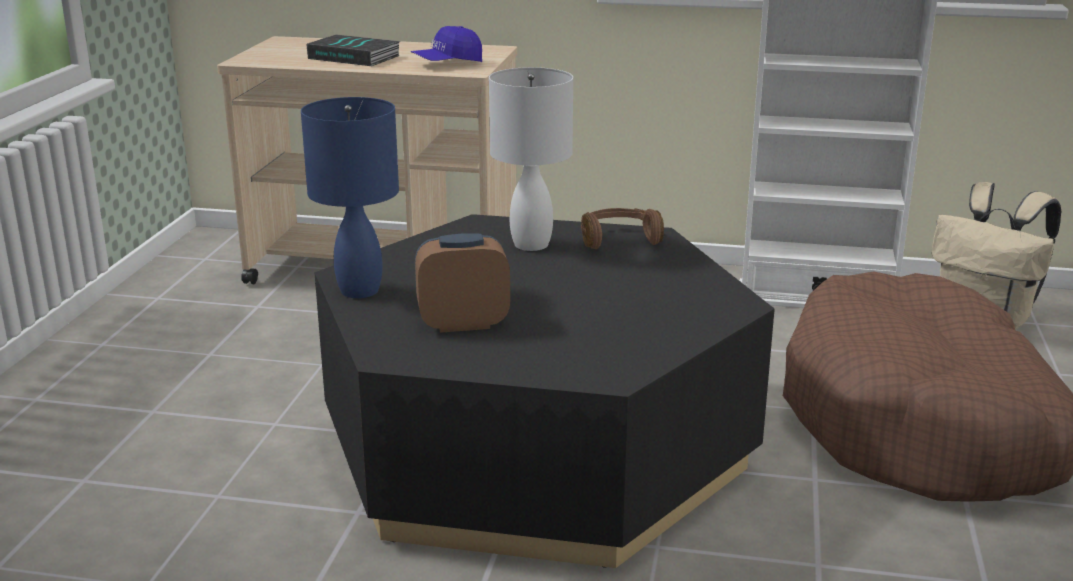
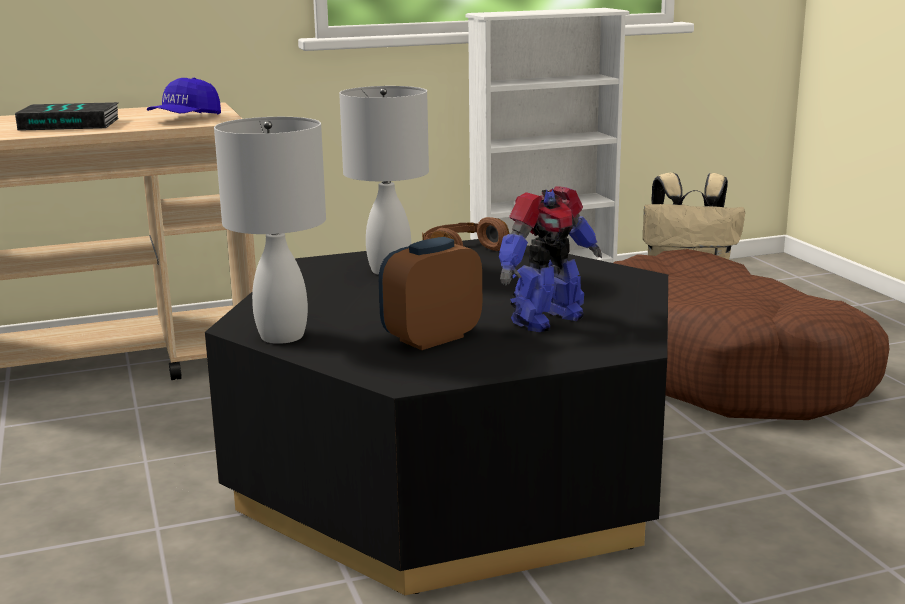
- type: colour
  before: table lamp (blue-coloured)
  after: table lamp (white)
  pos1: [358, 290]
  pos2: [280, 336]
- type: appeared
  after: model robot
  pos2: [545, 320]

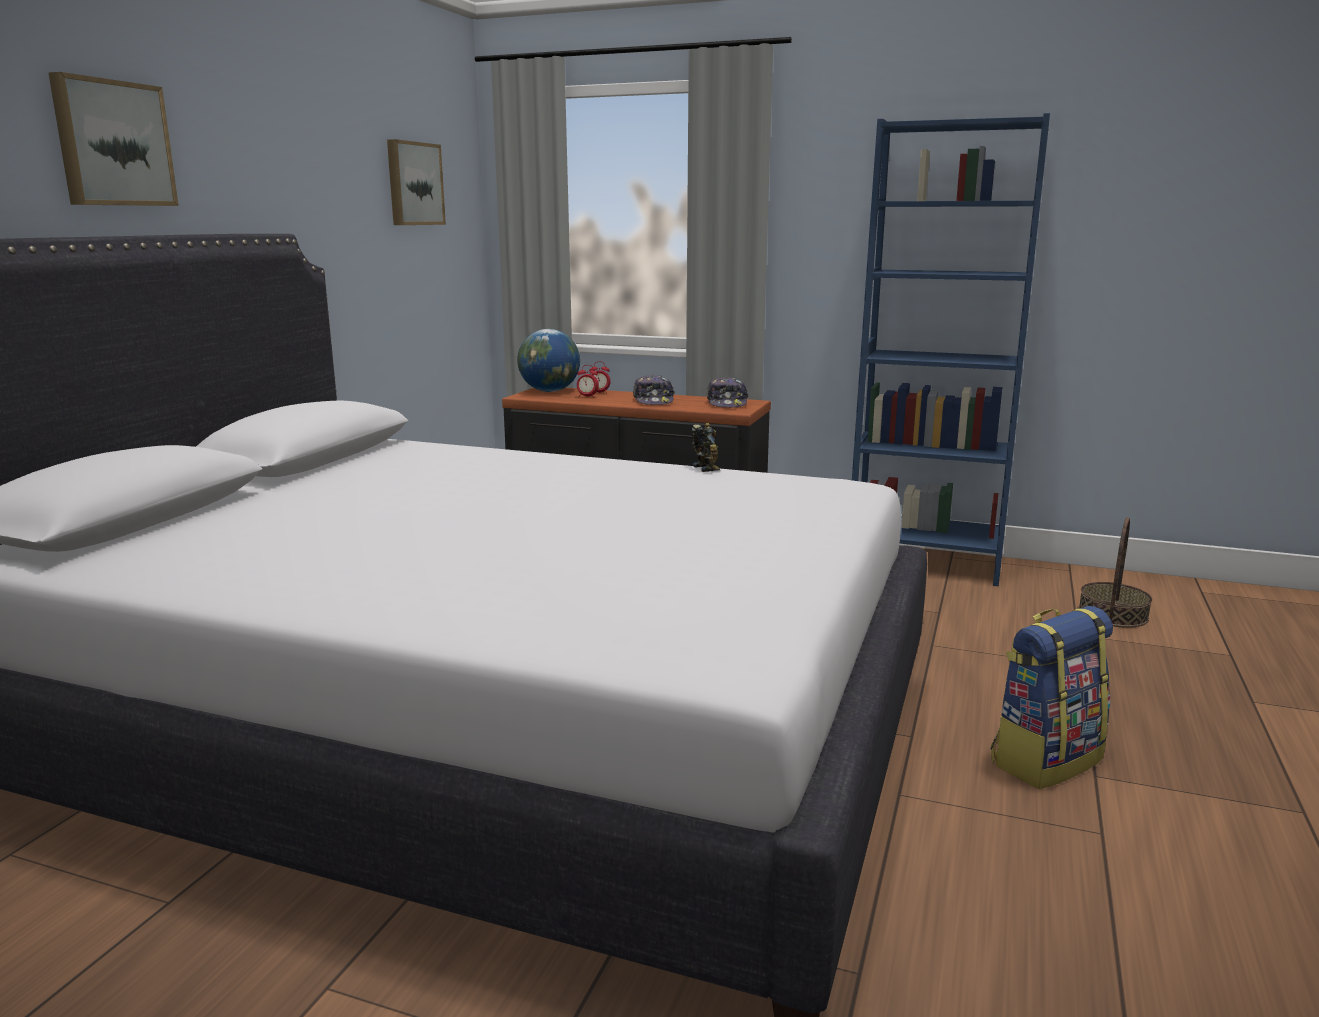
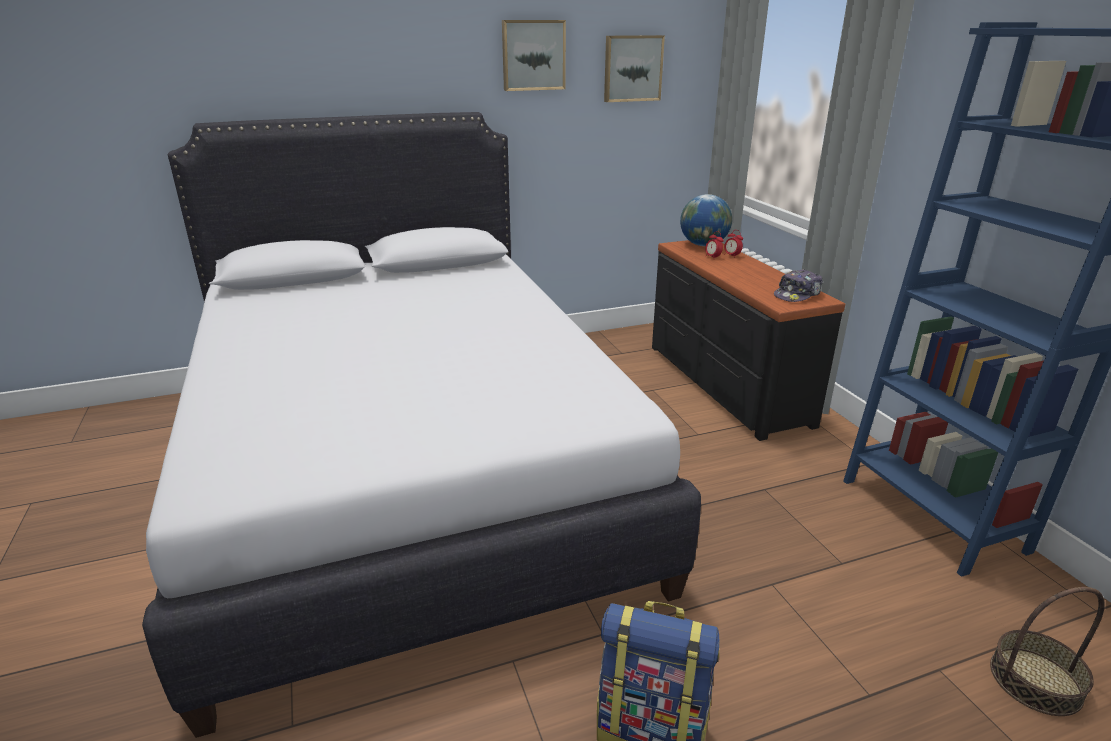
- type: relocated
  before: wall picture
  pos1: [112, 144]
  pos2: [533, 55]
- type: missing
  before: baseball cap
  pos1: [653, 401]
- type: missing
  before: model robot
  pos1: [708, 468]

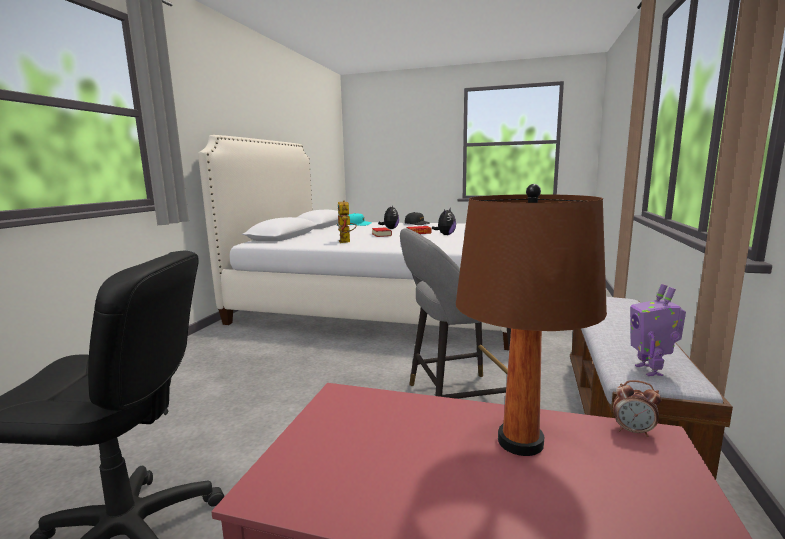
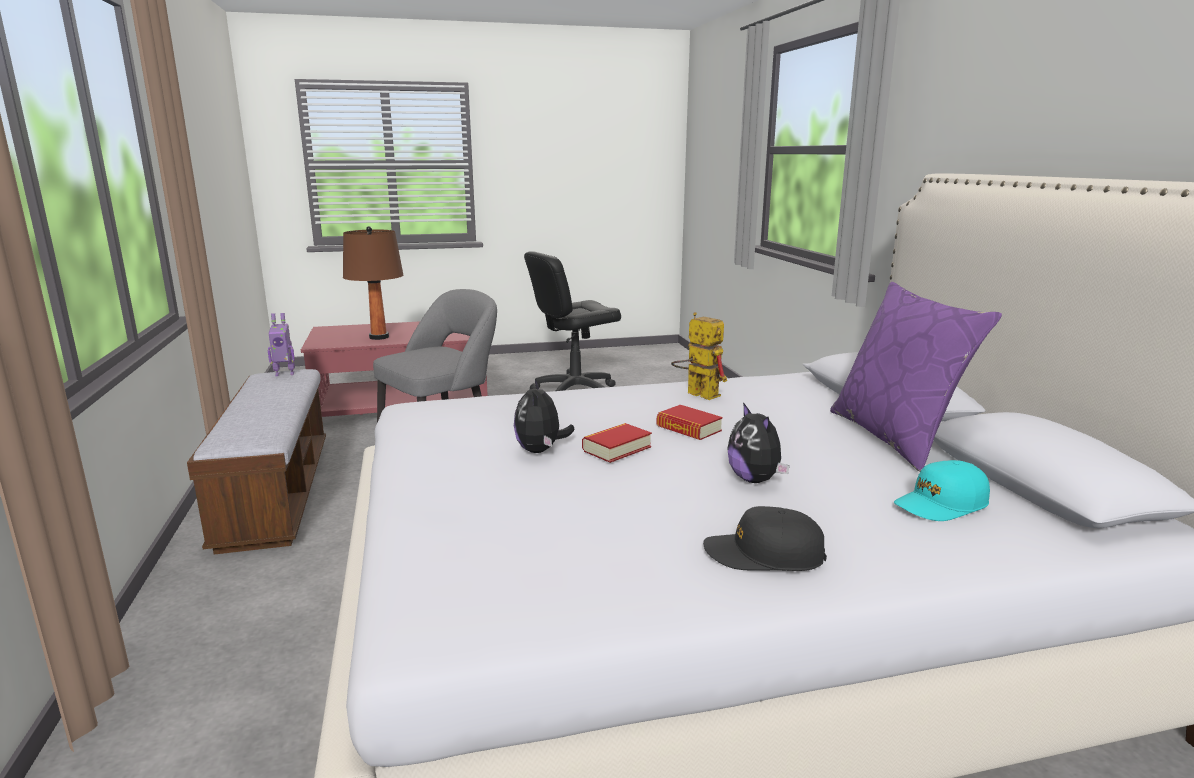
- type: spun
  before: model robot
  pos1: [650, 370]
  pos2: [285, 373]
  turn: 105
- type: missing
  before: bedside clock
  pos1: [633, 431]
- type: appeared
  after: throw pillow (purplish)
  pos2: [895, 437]

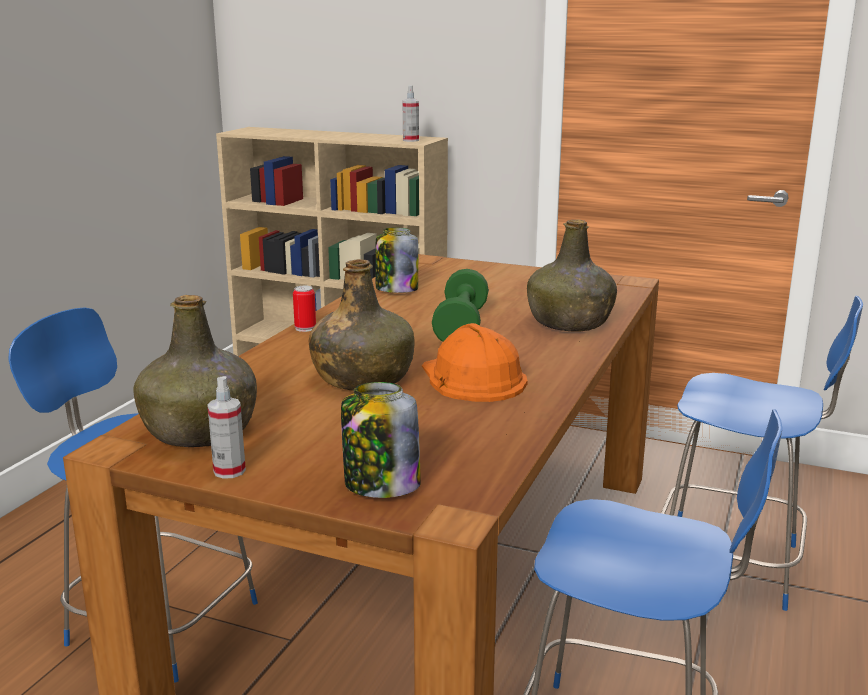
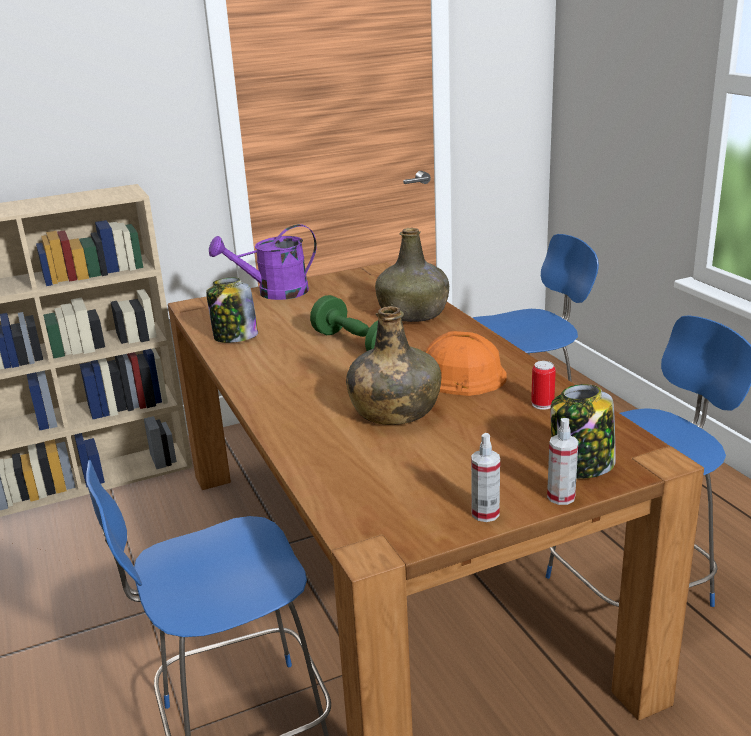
- type: relocated
  before: hand sprayer
  pos1: [410, 140]
  pos2: [561, 497]
- type: relocated
  before: sealed can
  pos1: [305, 328]
  pos2: [542, 404]
- type: missing
  before: beverage bottle (green)
  pos1: [201, 431]
- type: appeared
  after: watering pot (purplish)
  pos2: [274, 293]

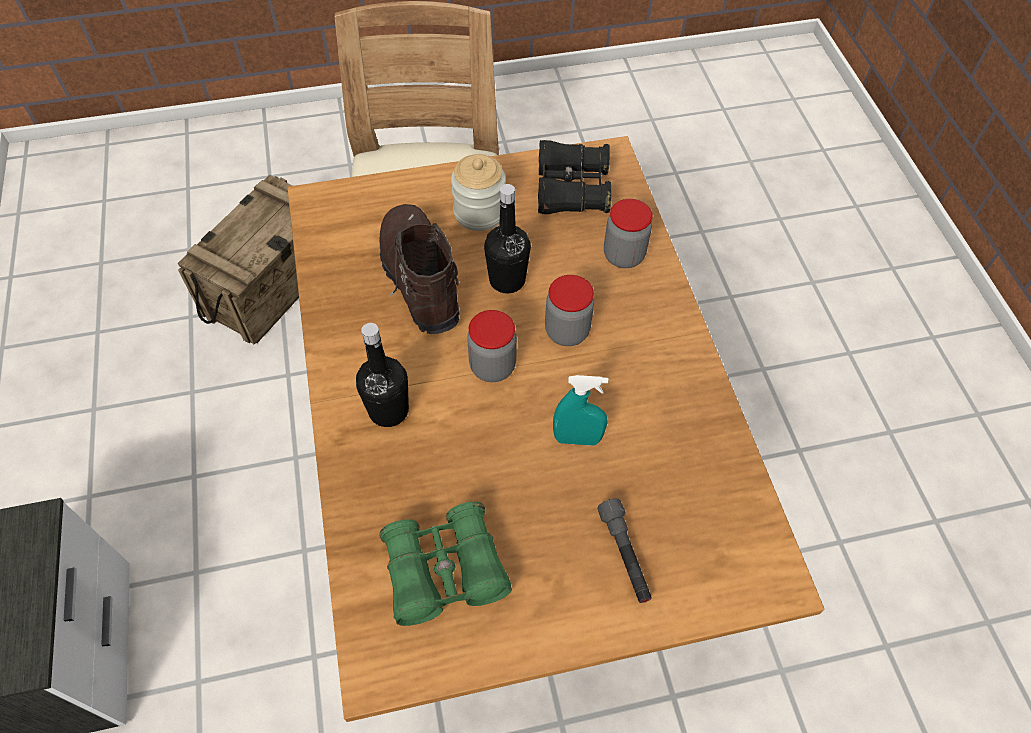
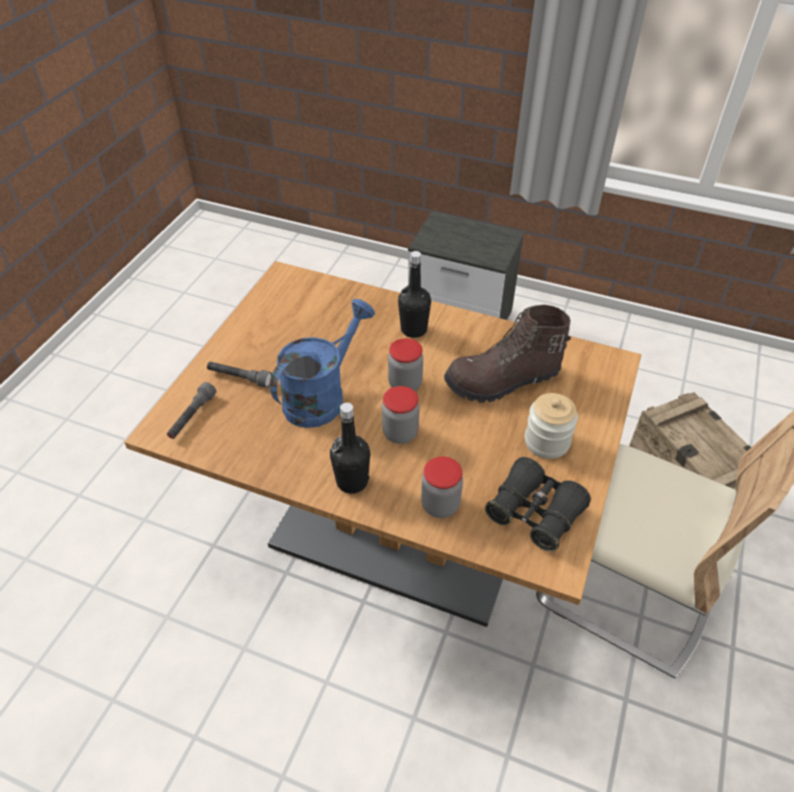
- type: relocated
  before: beverage bottle (black-coloured)
  pos1: [507, 280]
  pos2: [352, 481]
- type: spun
  before: high-top boot (brown-coloured)
  pos1: [418, 280]
  pos2: [503, 381]
  turn: 150
- type: exchanged
  before: hand sprayer (turquoise)
  after: watering pot (blue-coloured)
  pos1: [577, 439]
  pos2: [321, 396]
- type: missing
  before: field glasses (green)
  pos1: [444, 571]
- type: appeared
  after: torch (greyish)
  pos2: [192, 417]

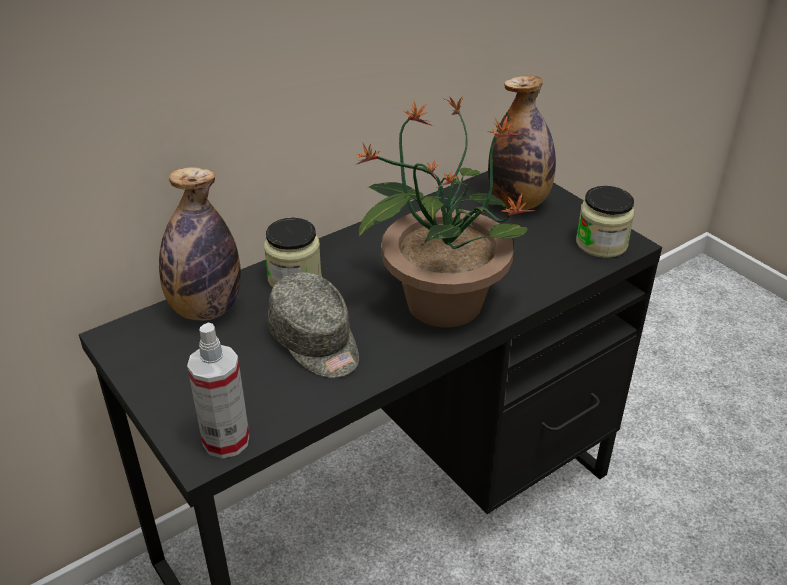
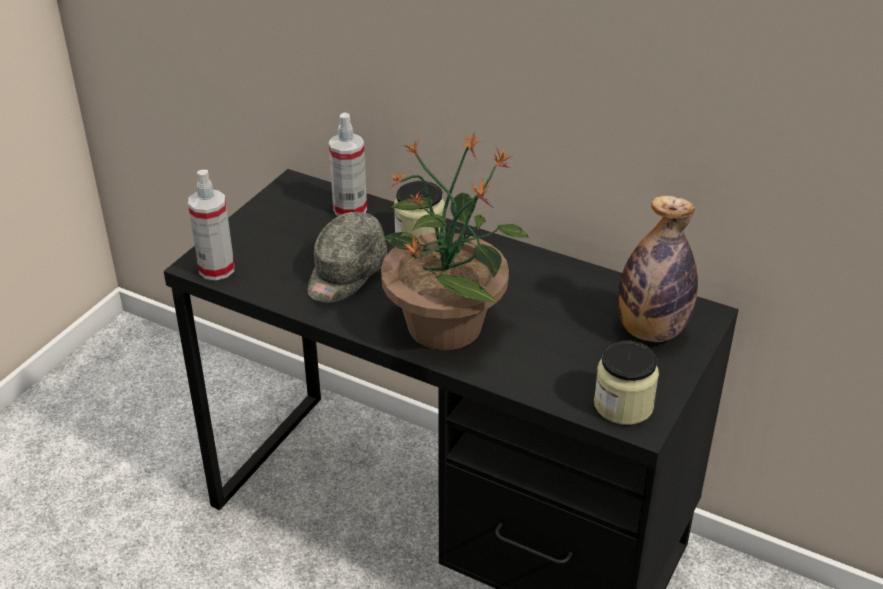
- type: exchanged
  before: beverage bottle
  after: hand sprayer
  pos1: [205, 309]
  pos2: [350, 209]

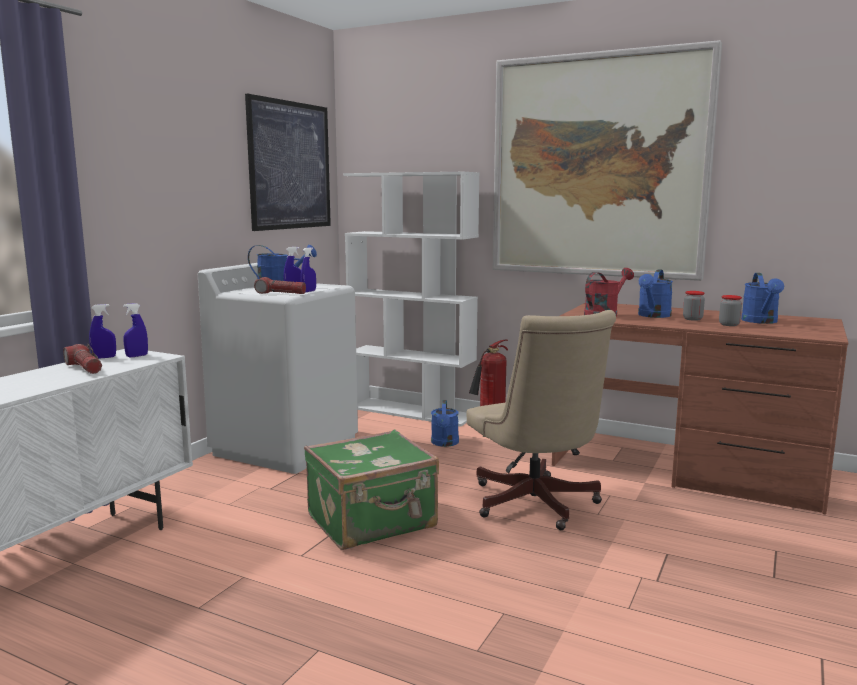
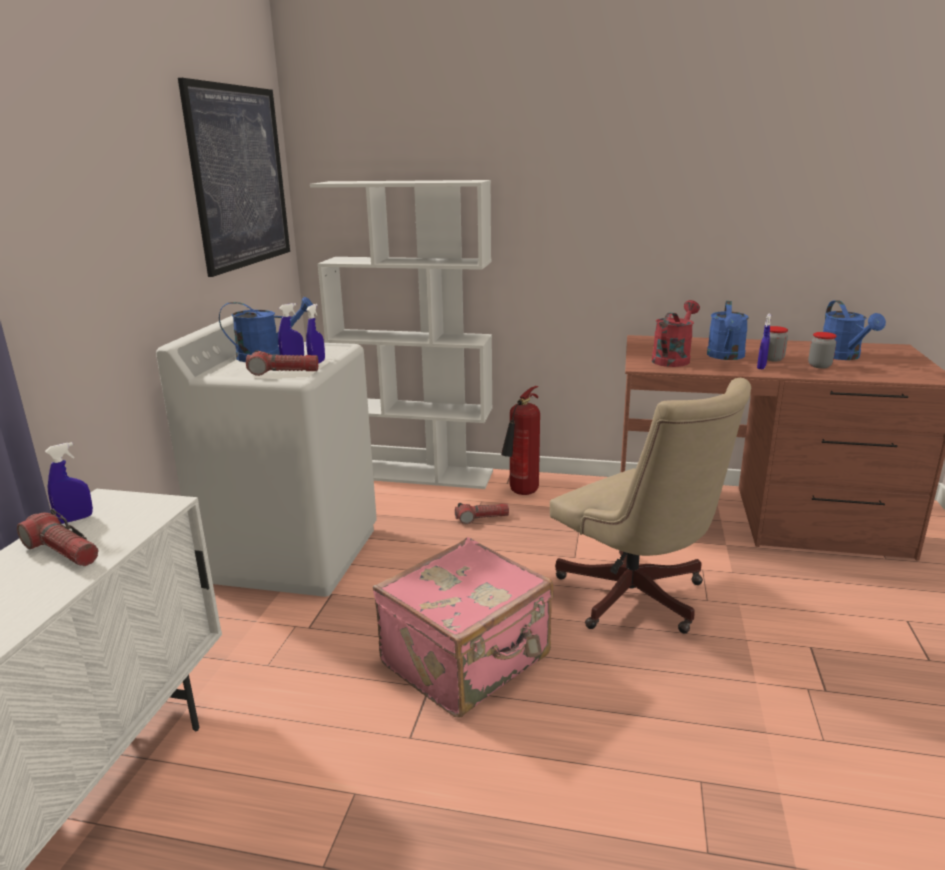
- type: missing
  before: wall picture
  pos1: [598, 166]
- type: relocated
  before: hand sprayer (blue-coloured)
  pos1: [137, 356]
  pos2: [761, 367]
- type: exchanged
  before: watering pot (blue-coloured)
  after: torch
  pos1: [445, 443]
  pos2: [482, 518]
- type: colour
  before: travel case (green)
  after: travel case (pink-coloured)
  pos1: [373, 522]
  pos2: [468, 661]

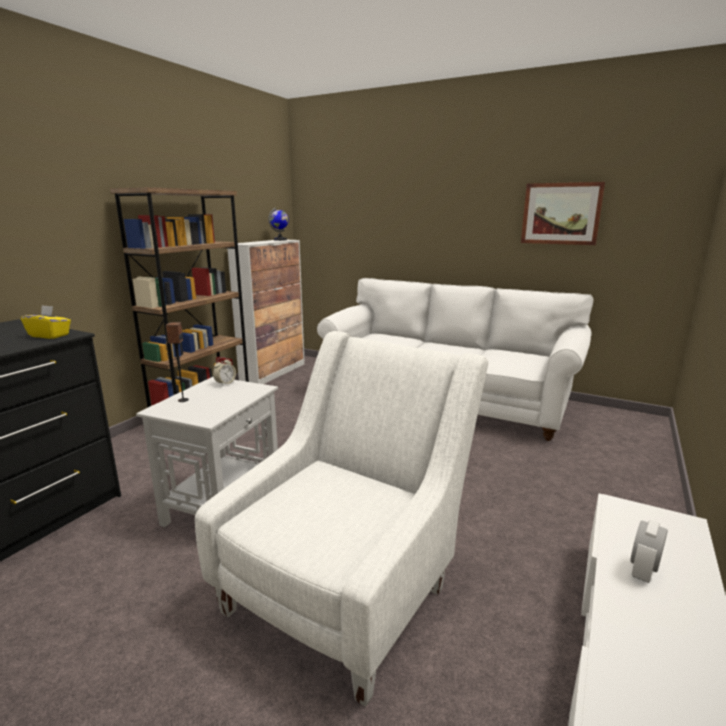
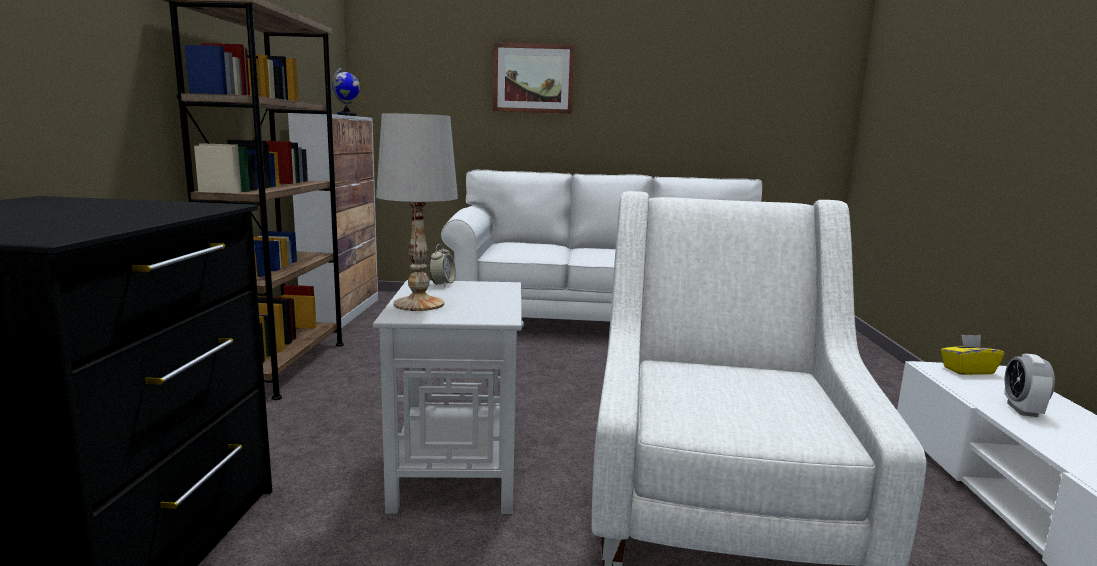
- type: relocated
  before: wall picture
  pos1: [561, 213]
  pos2: [533, 78]
- type: relocated
  before: tissue holder (yellow)
  pos1: [49, 335]
  pos2: [967, 370]
- type: exchanged
  before: speaker
  after: table lamp (white)
  pos1: [183, 400]
  pos2: [418, 304]

